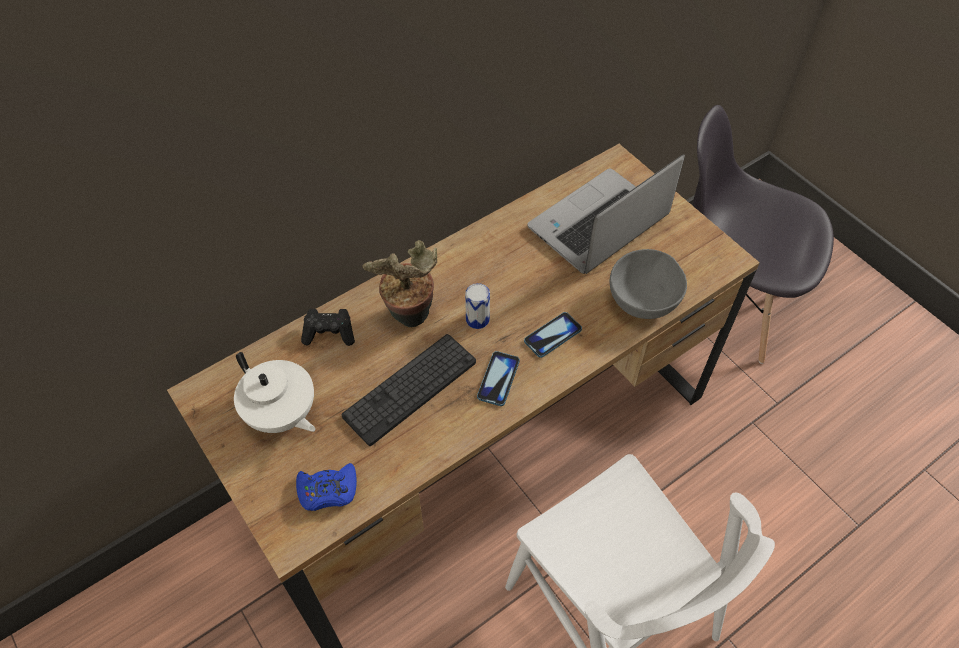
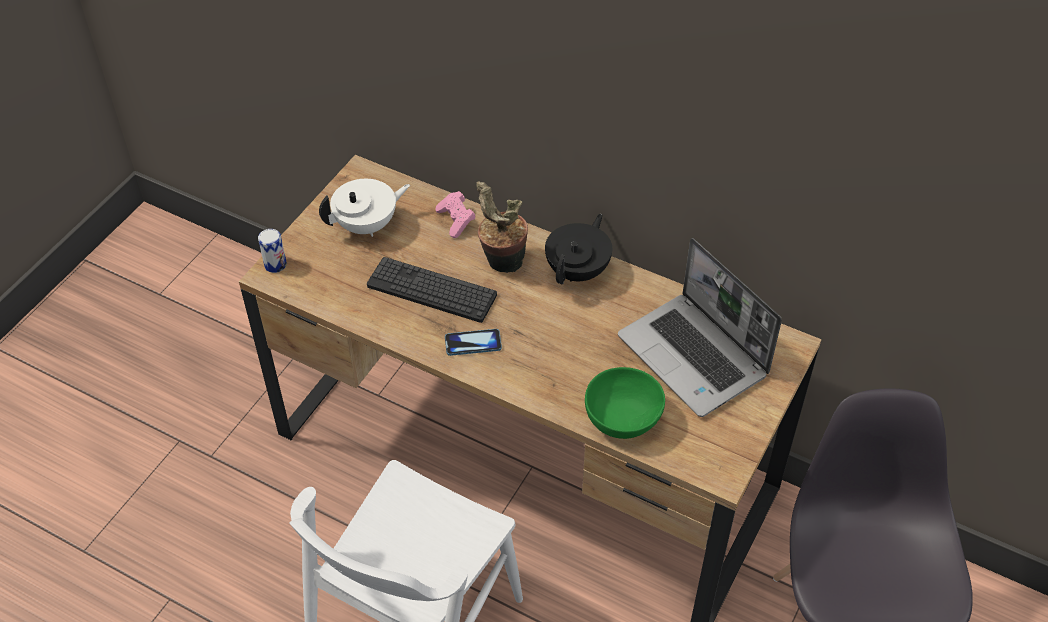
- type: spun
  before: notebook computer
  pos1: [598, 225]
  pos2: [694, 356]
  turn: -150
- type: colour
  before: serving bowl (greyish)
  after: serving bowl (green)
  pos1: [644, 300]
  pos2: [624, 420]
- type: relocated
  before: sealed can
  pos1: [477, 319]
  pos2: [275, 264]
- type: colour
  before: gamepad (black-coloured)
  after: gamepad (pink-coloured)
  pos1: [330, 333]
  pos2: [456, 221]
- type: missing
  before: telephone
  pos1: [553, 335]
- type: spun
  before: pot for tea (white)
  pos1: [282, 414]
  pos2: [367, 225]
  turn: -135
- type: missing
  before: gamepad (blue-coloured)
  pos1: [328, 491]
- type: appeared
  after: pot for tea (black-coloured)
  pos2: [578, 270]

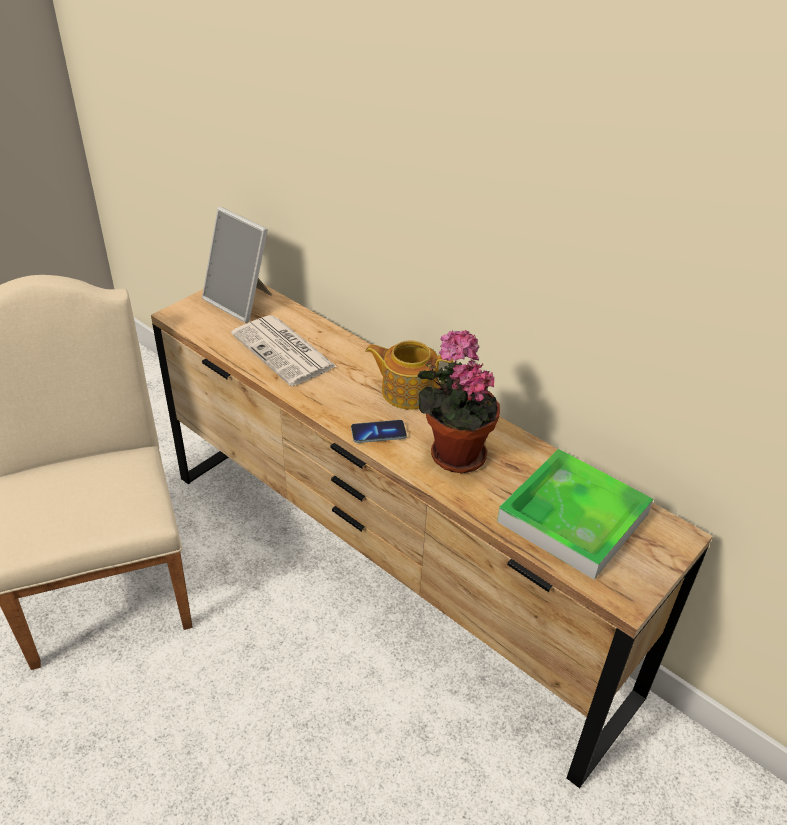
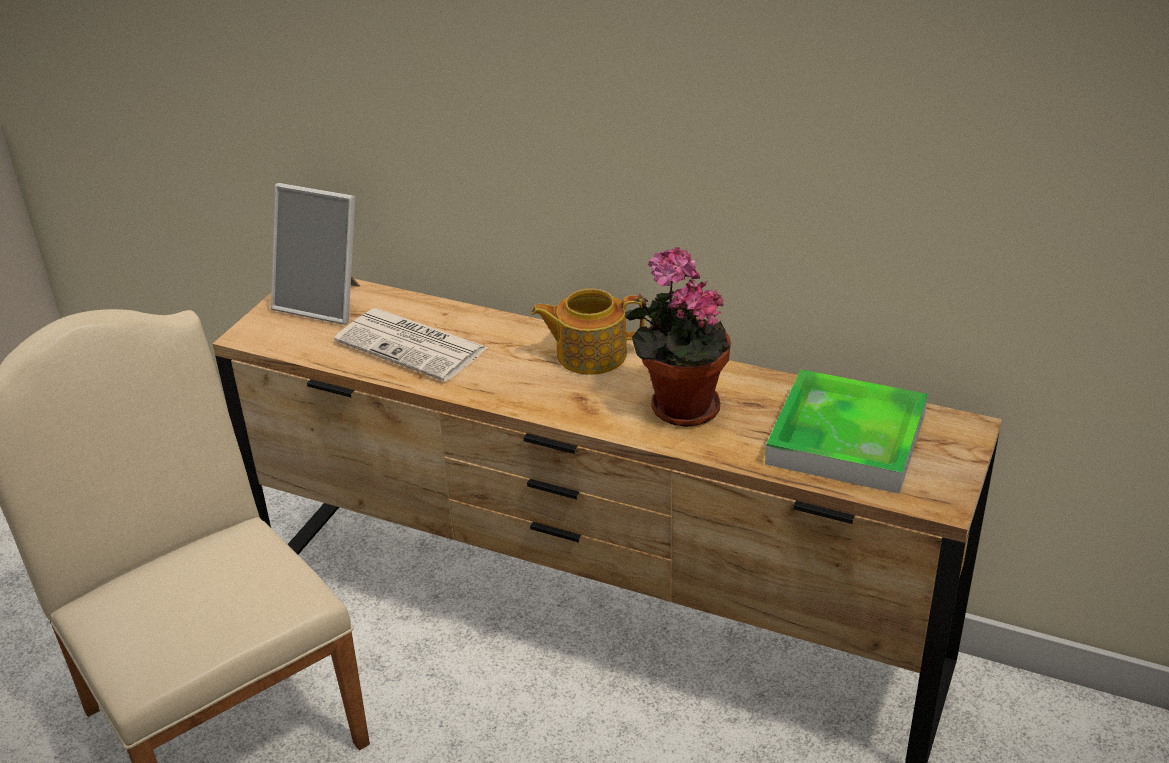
- type: missing
  before: telephone
  pos1: [378, 433]

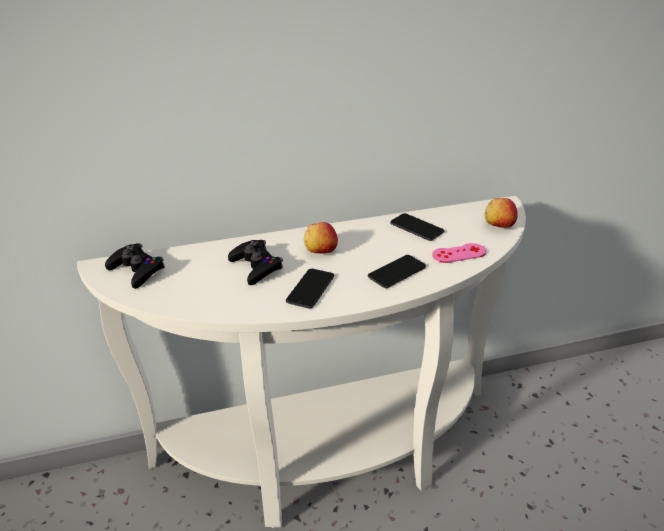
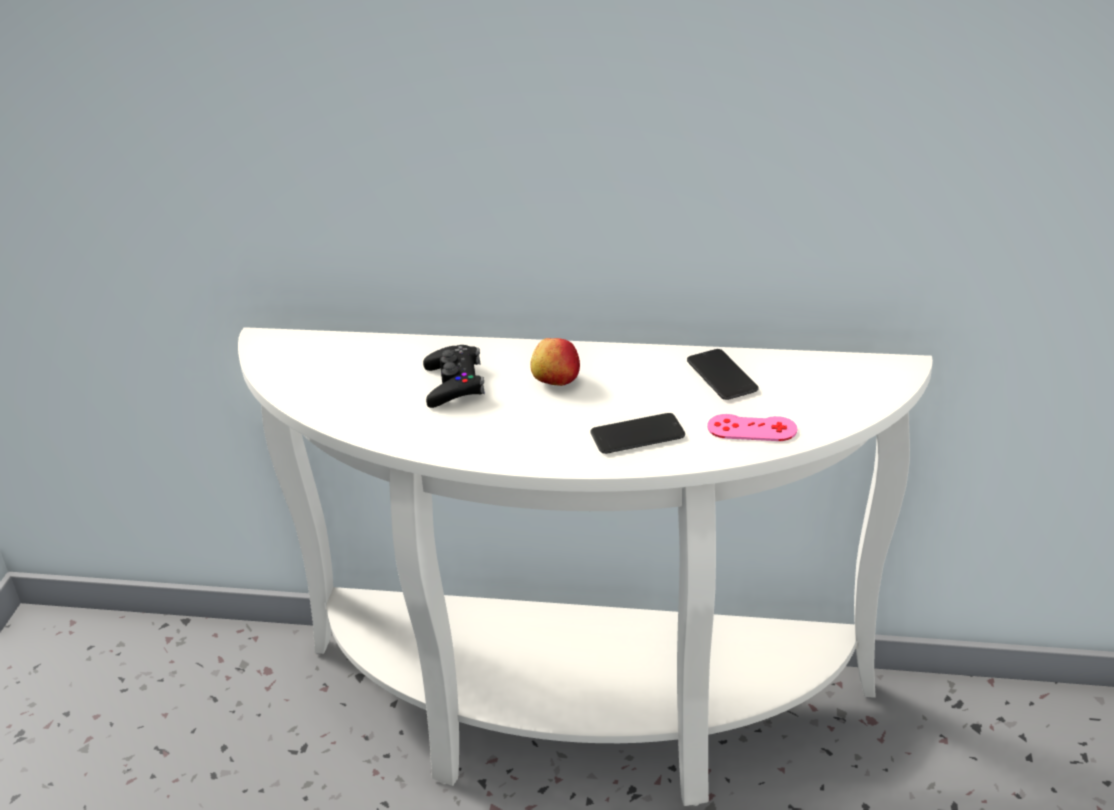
- type: missing
  before: whole apple
  pos1: [498, 225]
- type: missing
  before: gamepad (black-coloured)
  pos1: [137, 270]
- type: missing
  before: telephone
  pos1: [310, 289]

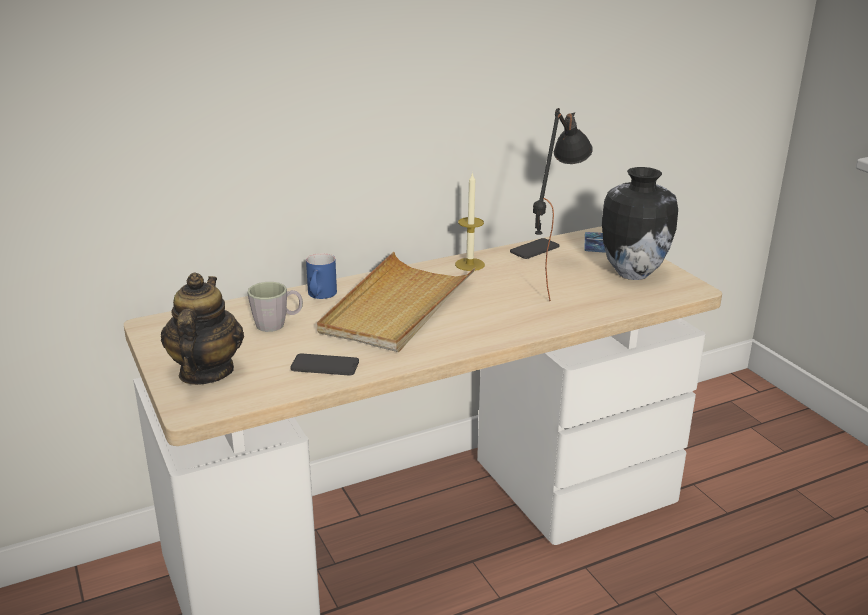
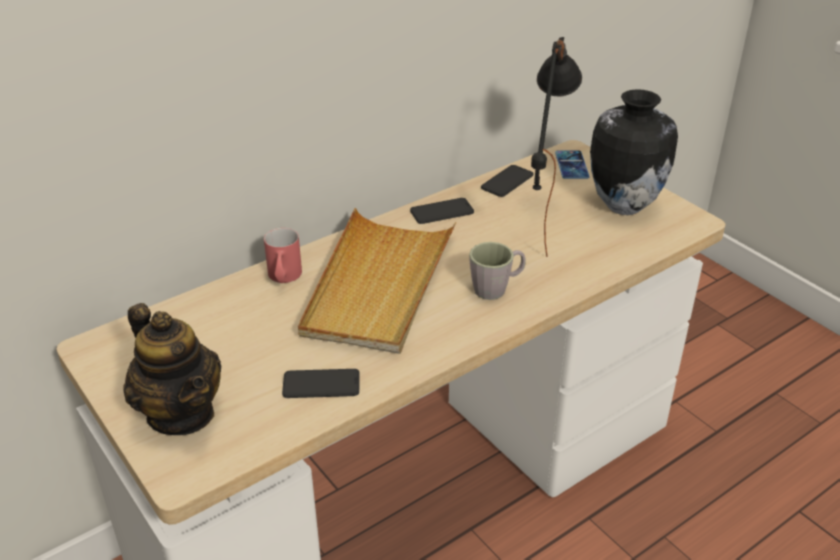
- type: exchanged
  before: candle
  after: telephone
  pos1: [469, 264]
  pos2: [442, 211]
- type: colour
  before: tea mug (blue-coloured)
  after: tea mug (red)
  pos1: [320, 296]
  pos2: [284, 278]
- type: spun
  before: pot for tea
  pos1: [205, 372]
  pos2: [181, 413]
  turn: 150
- type: relocated
  before: tea mug (greyish)
  pos1: [277, 324]
  pos2: [496, 288]

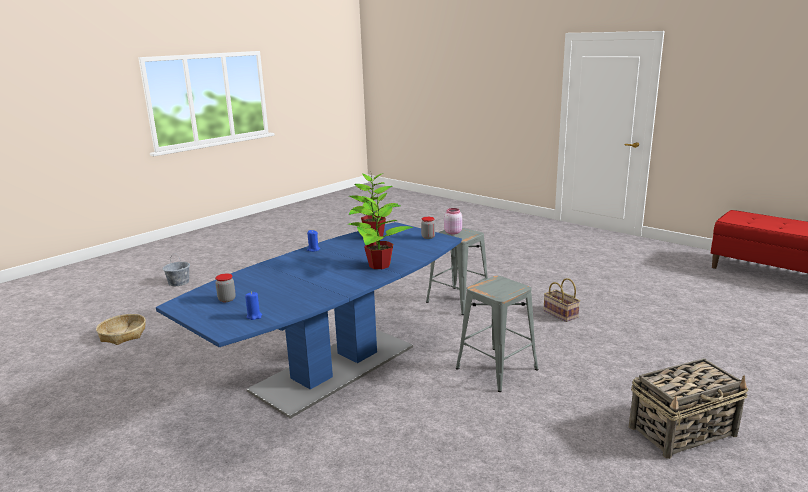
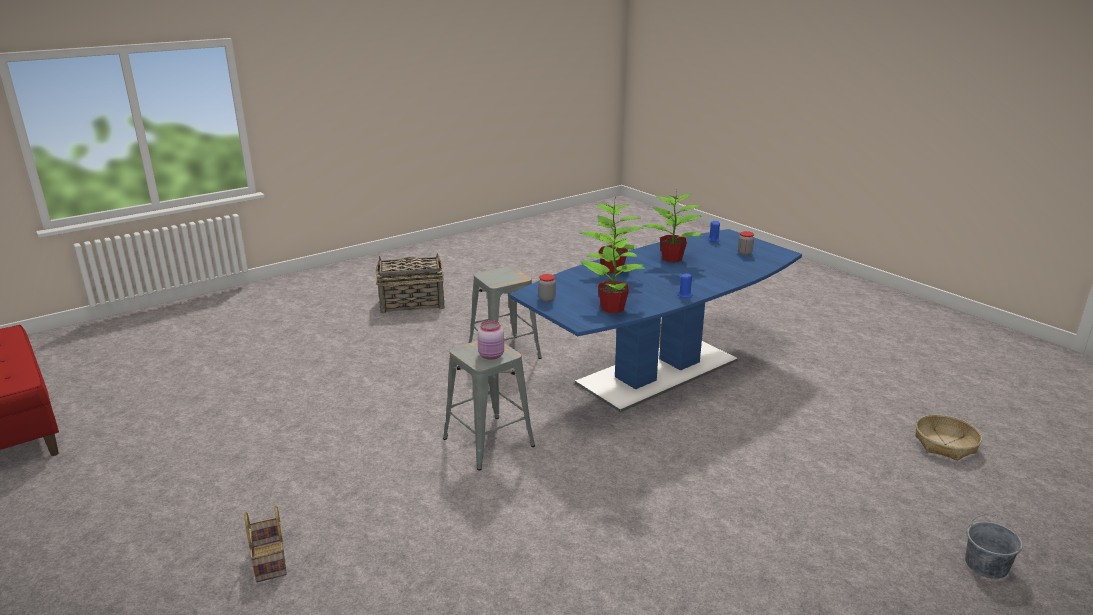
- type: relocated
  before: household basket
  pos1: [559, 314]
  pos2: [271, 562]
- type: appeared
  after: houseplant
  pos2: [672, 258]

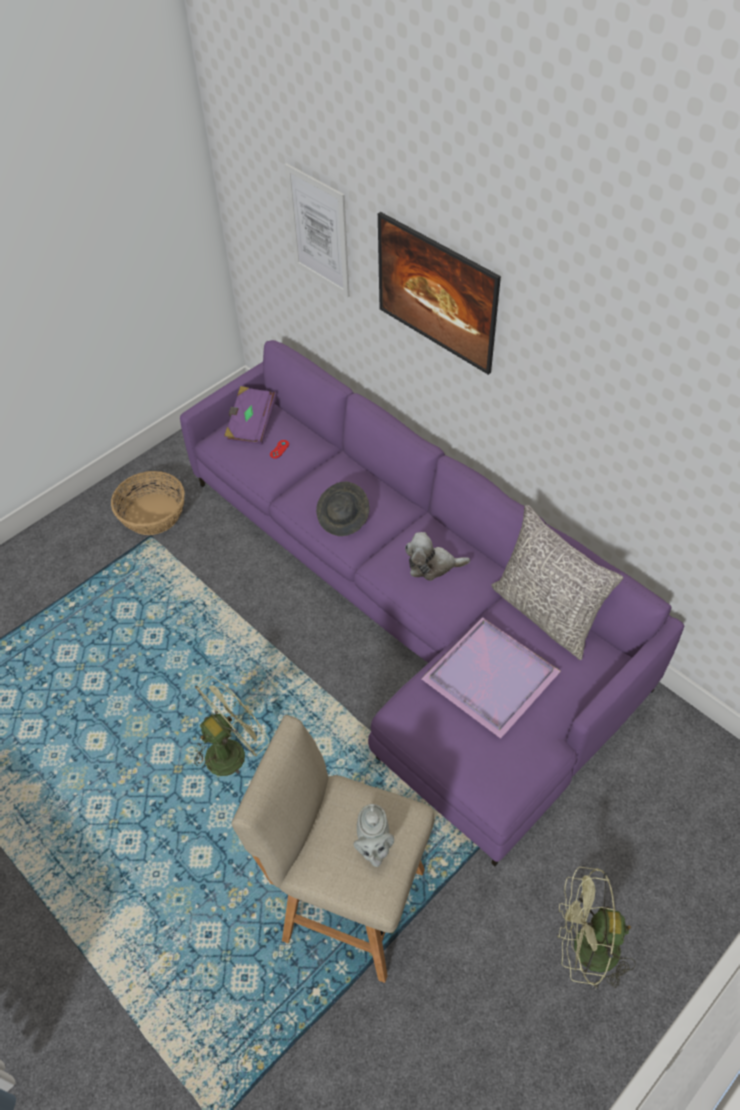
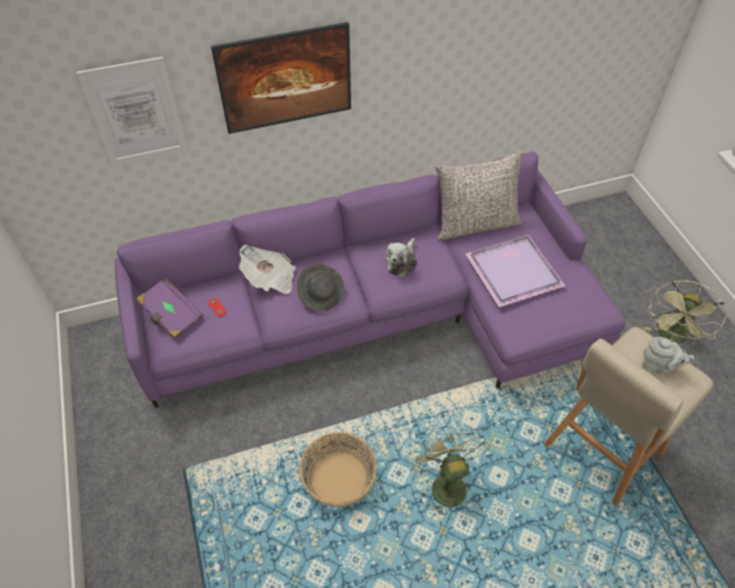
- type: relocated
  before: household basket
  pos1: [153, 515]
  pos2: [339, 478]
- type: appeared
  after: newspaper
  pos2: [270, 278]

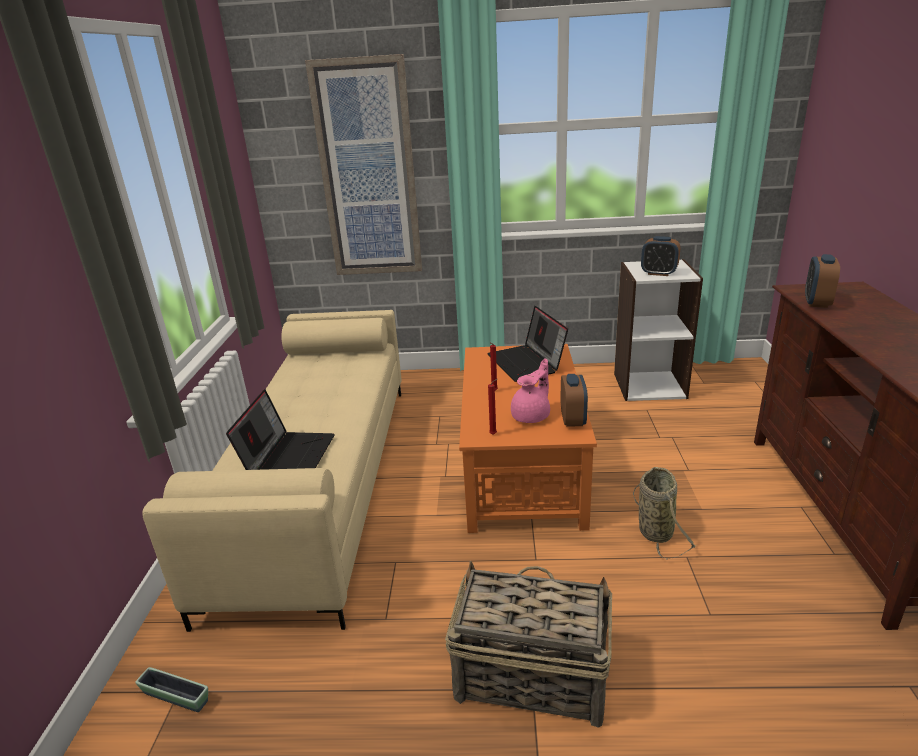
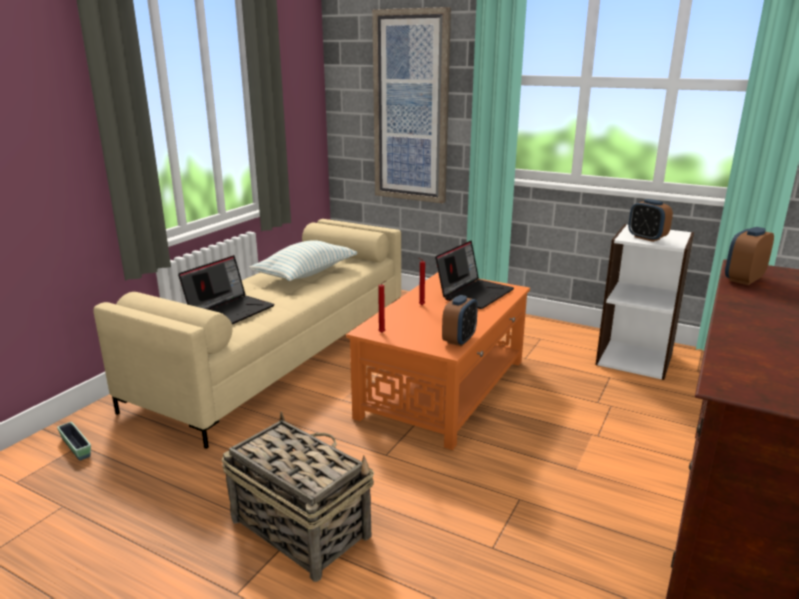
- type: spun
  before: notebook computer
  pos1: [527, 363]
  pos2: [474, 293]
  turn: -150
- type: missing
  before: pot for tea (pink-coloured)
  pos1: [532, 416]
- type: missing
  before: household basket
  pos1: [654, 529]
- type: appeared
  after: throw pillow
  pos2: [306, 274]

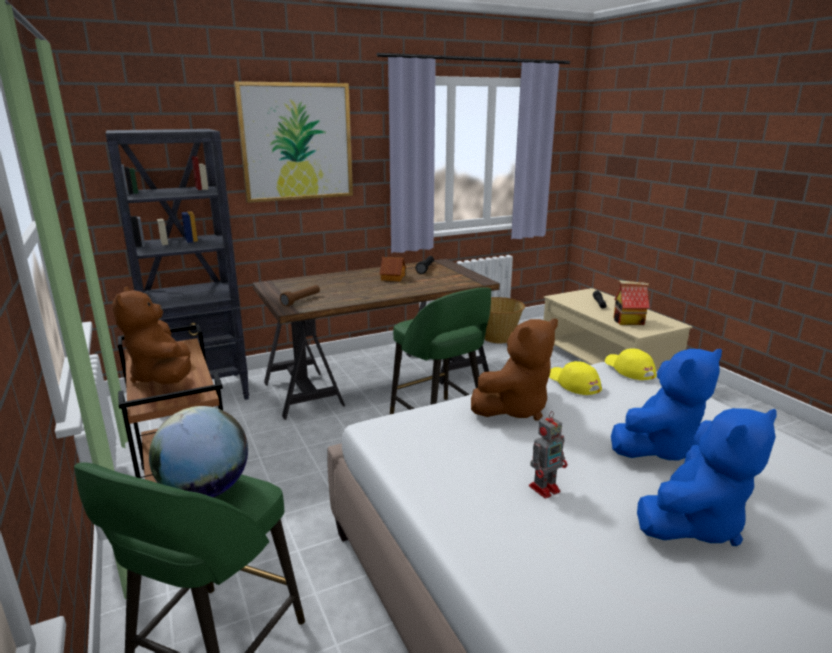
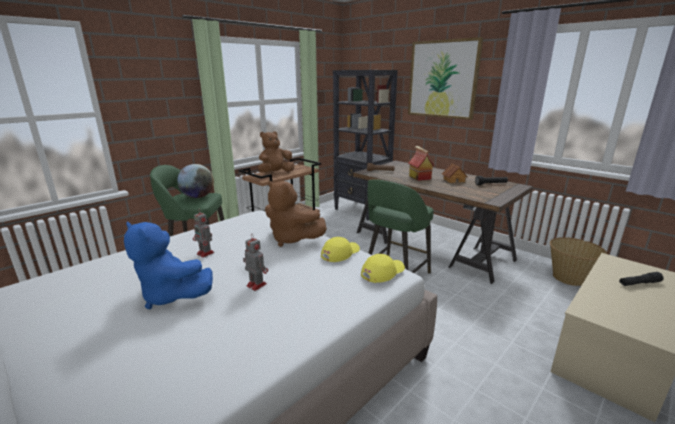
- type: relocated
  before: toy house
  pos1: [628, 321]
  pos2: [419, 177]
- type: exchanged
  before: cuddly toy (blue-coloured)
  after: model robot
  pos1: [658, 447]
  pos2: [256, 285]

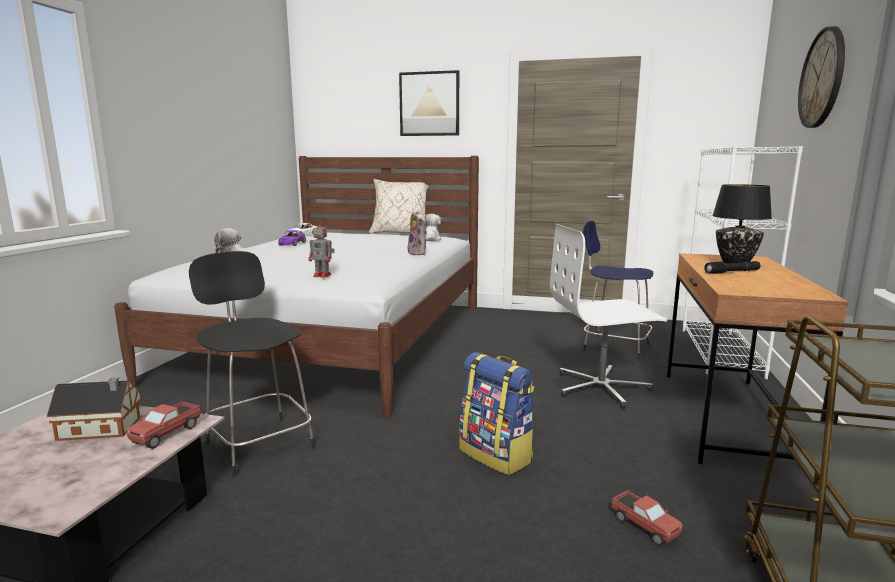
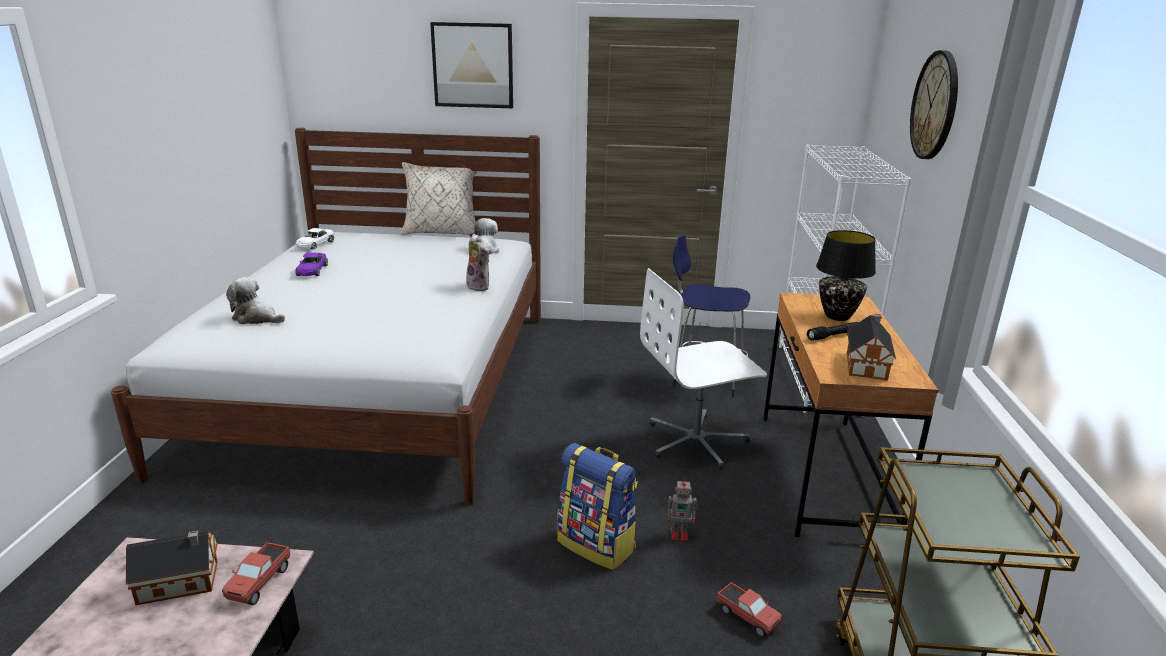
- type: relocated
  before: model robot
  pos1: [323, 275]
  pos2: [680, 534]
- type: missing
  before: stool seat (black-coloured)
  pos1: [258, 443]
- type: appeared
  after: toy house
  pos2: [867, 365]

